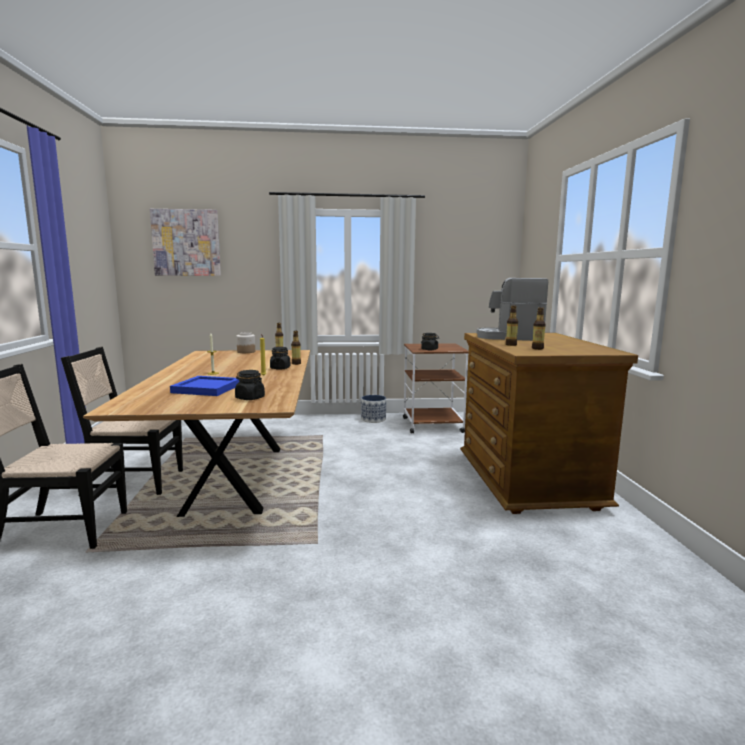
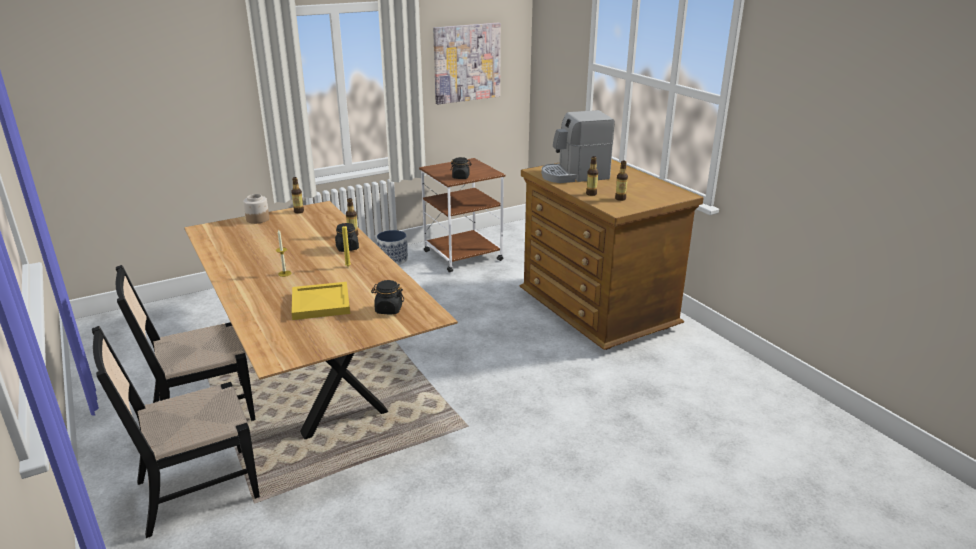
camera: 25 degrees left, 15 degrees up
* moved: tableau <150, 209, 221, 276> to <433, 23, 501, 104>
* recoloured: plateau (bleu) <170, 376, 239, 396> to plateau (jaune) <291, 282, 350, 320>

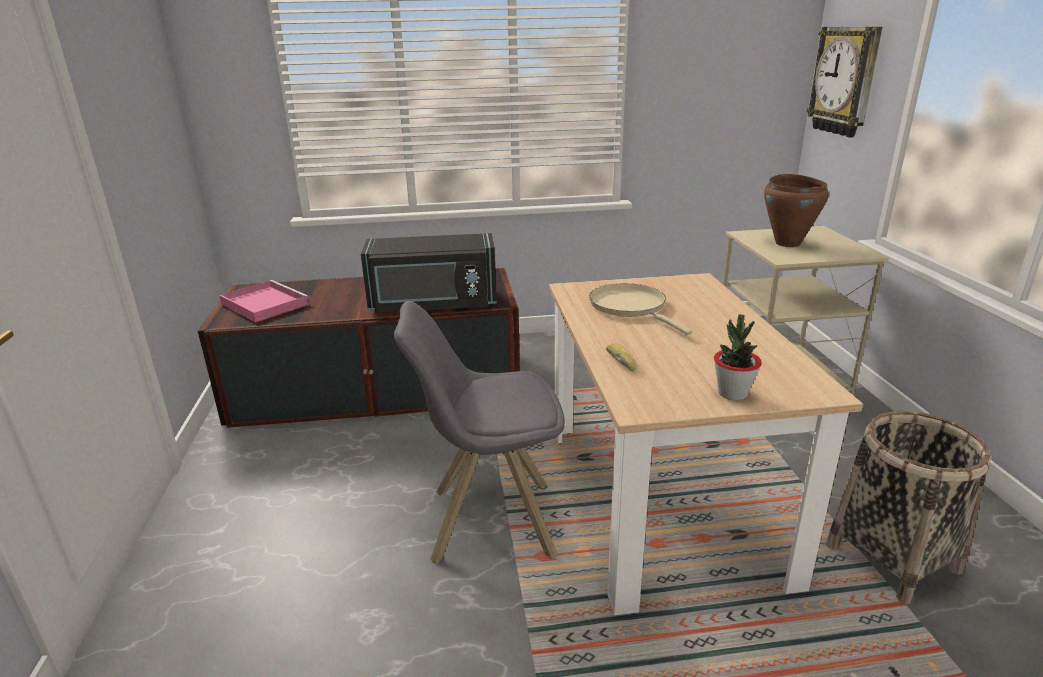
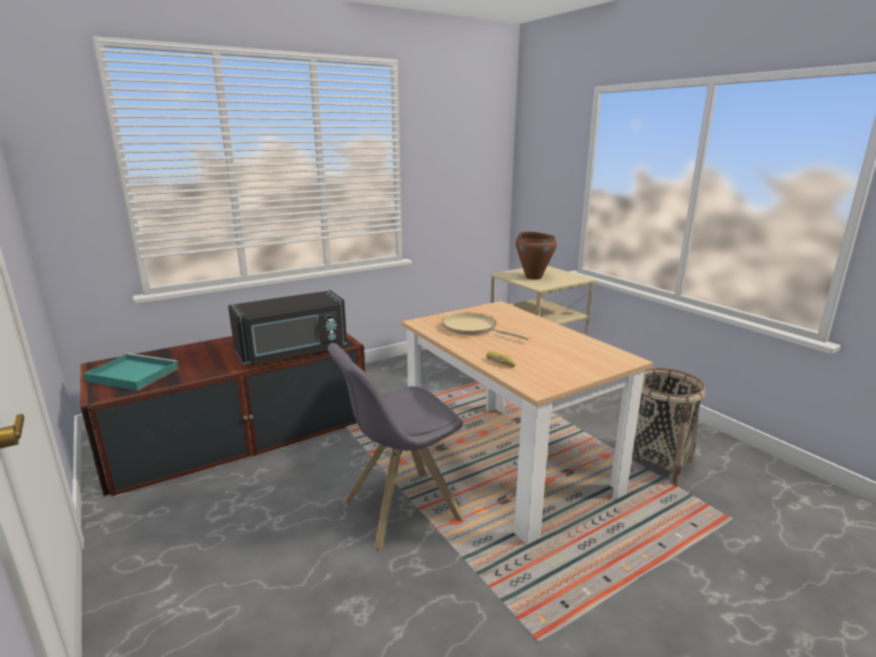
camera: 25 degrees left, 5 degrees down
* recoloured: plateau (rose) <219, 280, 310, 322> to plateau (turquoise) <83, 353, 179, 391>
* removed: plante en pot <714, 315, 762, 400>
* removed: horloge murale <807, 27, 882, 137>

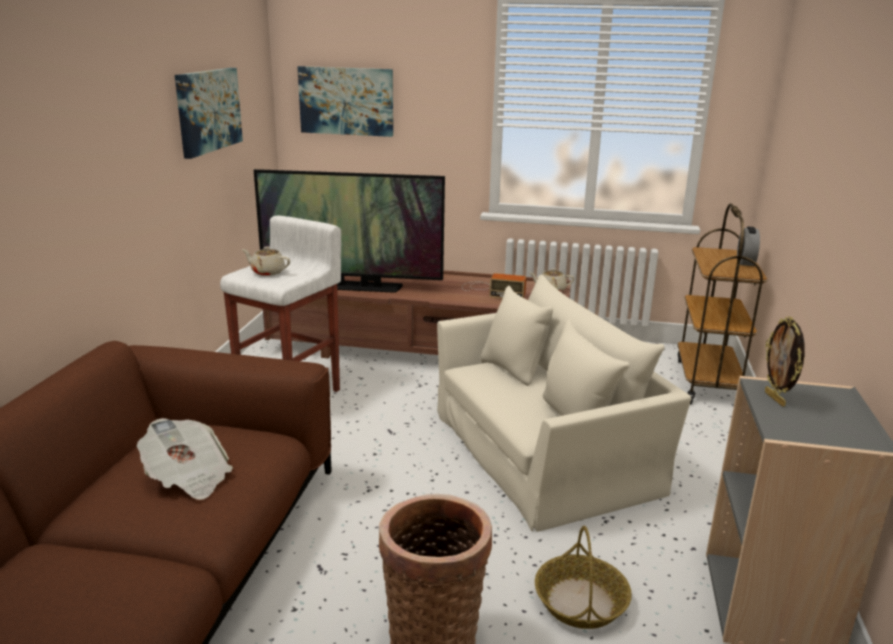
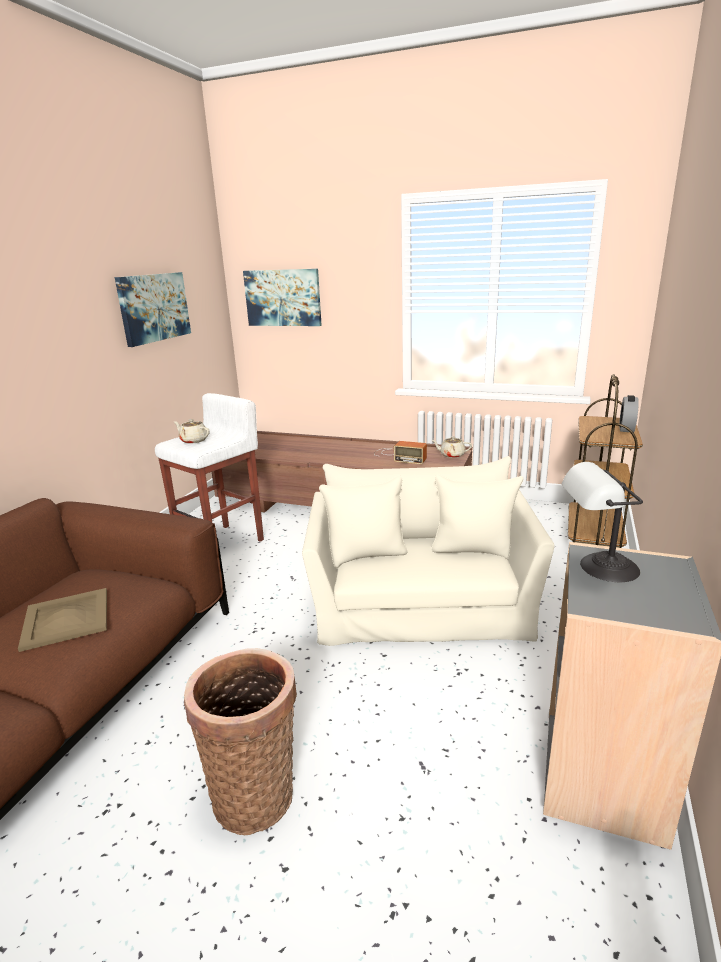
camera: 10 degrees right, 0 degrees up
* replaced: journal <137, 418, 233, 500> to plateau (beige) <18, 588, 107, 652>
* removed: téléviseur <254, 169, 445, 293>
* turned: fauteuil (beige) <437, 275, 692, 532> = <302, 456, 555, 646> 75 degrees counterclockwise
* removed: panier <535, 526, 632, 629>
* replaced: cadre photo <765, 316, 805, 407> to lampe de table <562, 462, 643, 582>

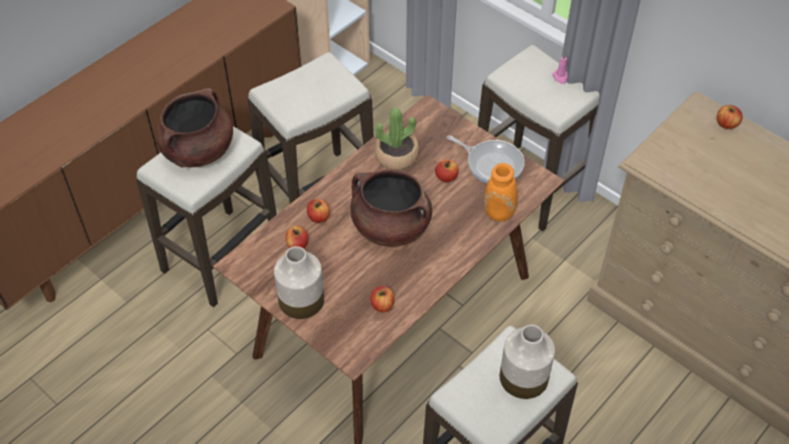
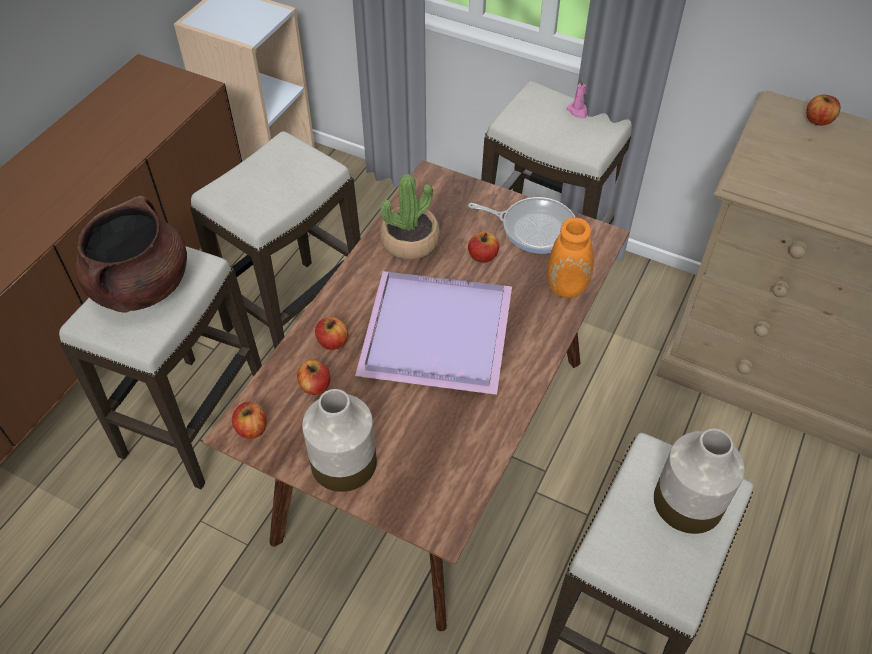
camera: 15 degrees left, 0 degrees up
* replaced: marmite (marron) <350, 169, 432, 247> to plateau (violet) <355, 271, 512, 395>
* moved: pomme <370, 286, 394, 312> to <232, 402, 267, 439>

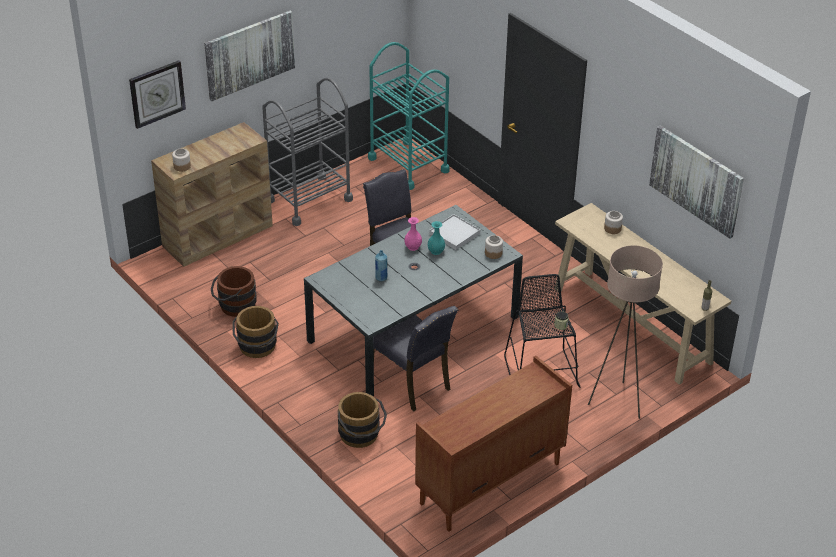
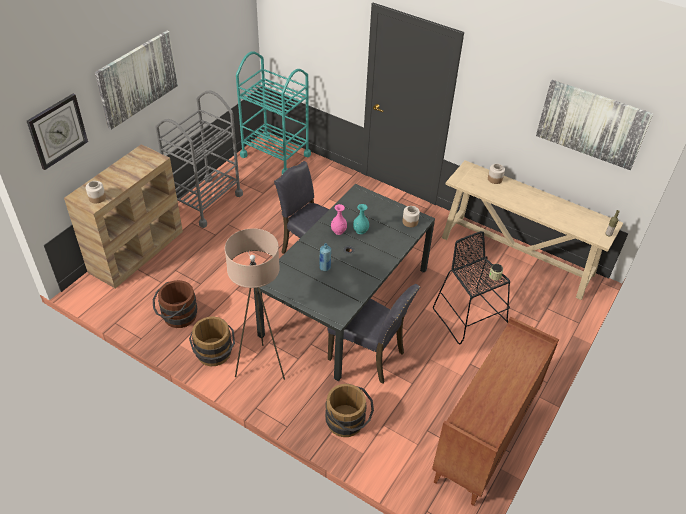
camera: 20 degrees left, 5 degrees up
* removed: plateau (blanc) <429, 214, 480, 250>
* moved: lampadaire (beige) <588, 246, 663, 419> to <225, 228, 285, 380>

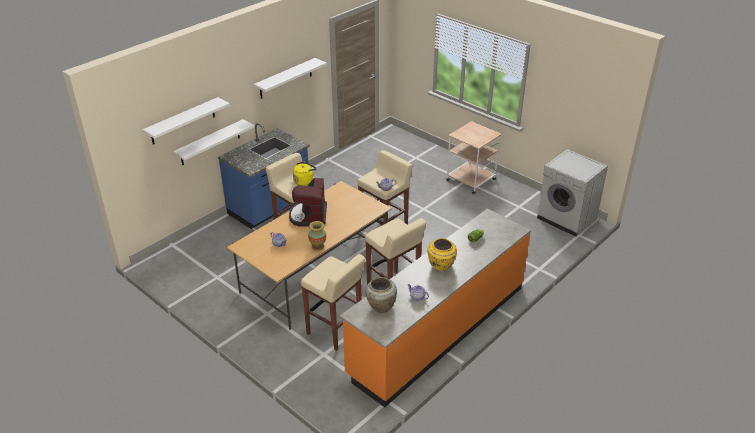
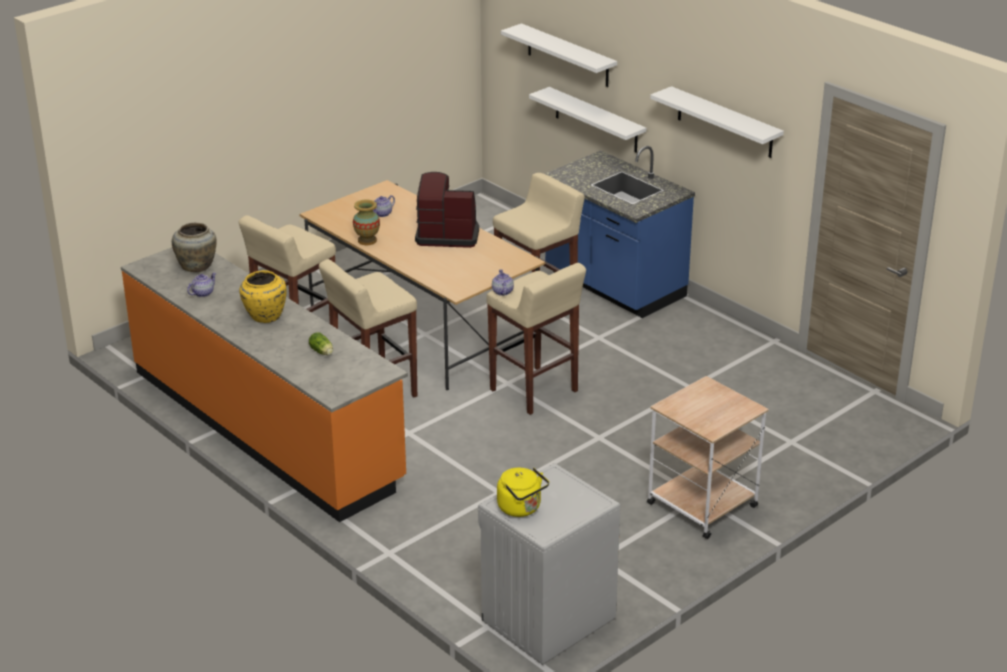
camera: 95 degrees right, 5 degrees down
* moved: bouilloire (jaune) <293, 161, 317, 186> to <497, 468, 549, 517>

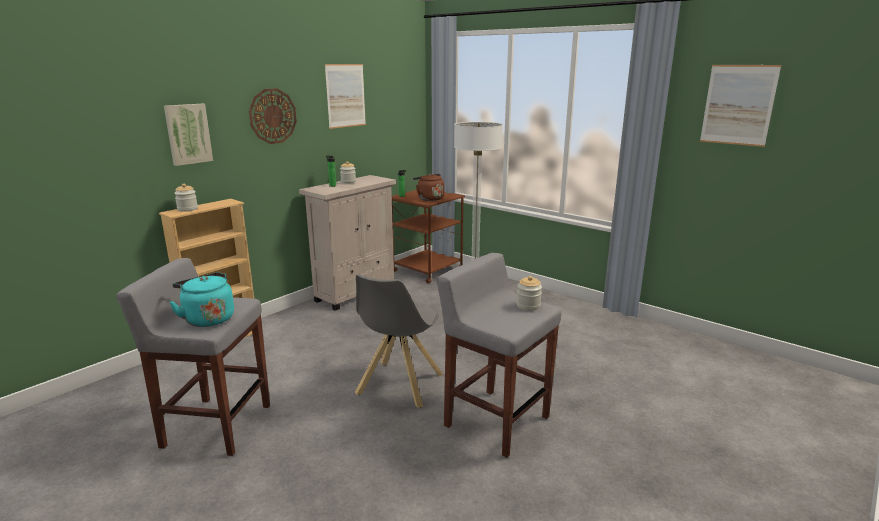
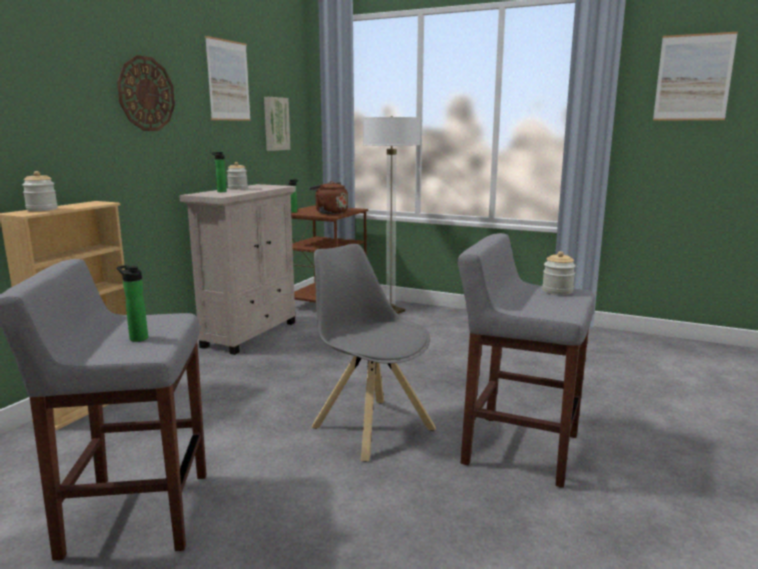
camera: 15 degrees left, 5 degrees down
* moved: tableau <164, 104, 213, 166> to <264, 97, 290, 151>
* replaced: bouilloire (turquoise) <169, 272, 234, 327> to bouteille <117, 265, 148, 342>
* turned: chaise (gris) <355, 274, 443, 408> = <312, 244, 436, 462> 135 degrees clockwise

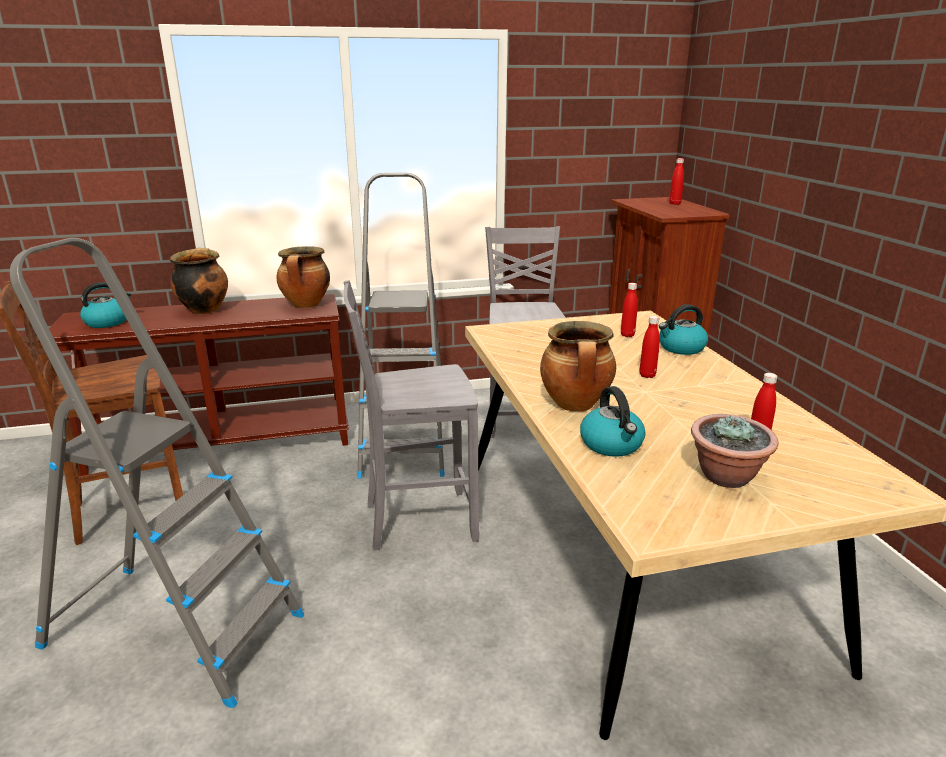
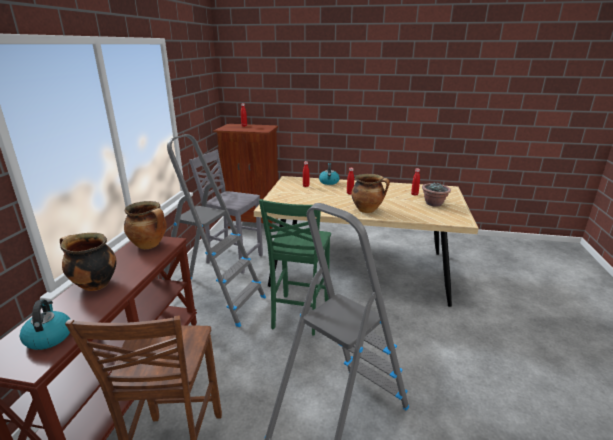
camera: 65 degrees left, 0 degrees up
* recoloured: chaise (gris) <343, 280, 479, 551> to chaise (vert) <259, 199, 331, 336>
* removed: bouilloire <580, 386, 645, 457>

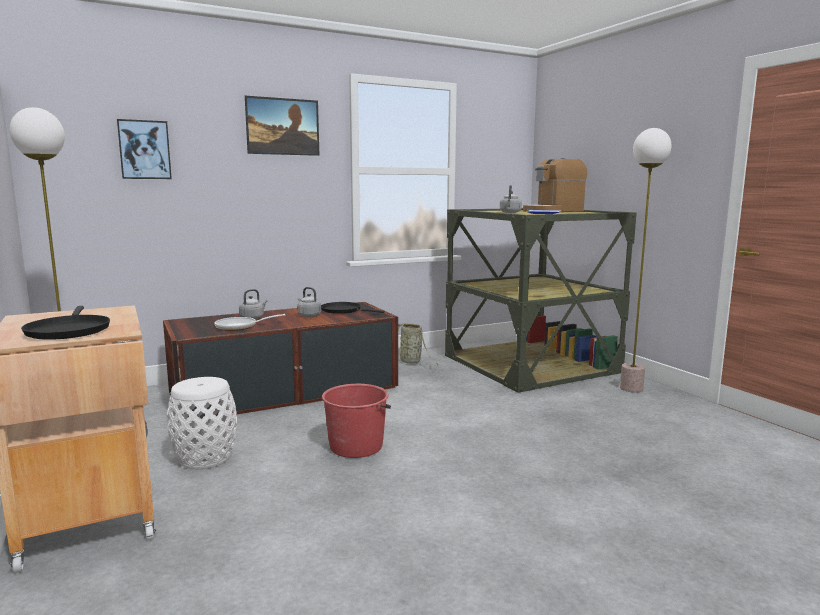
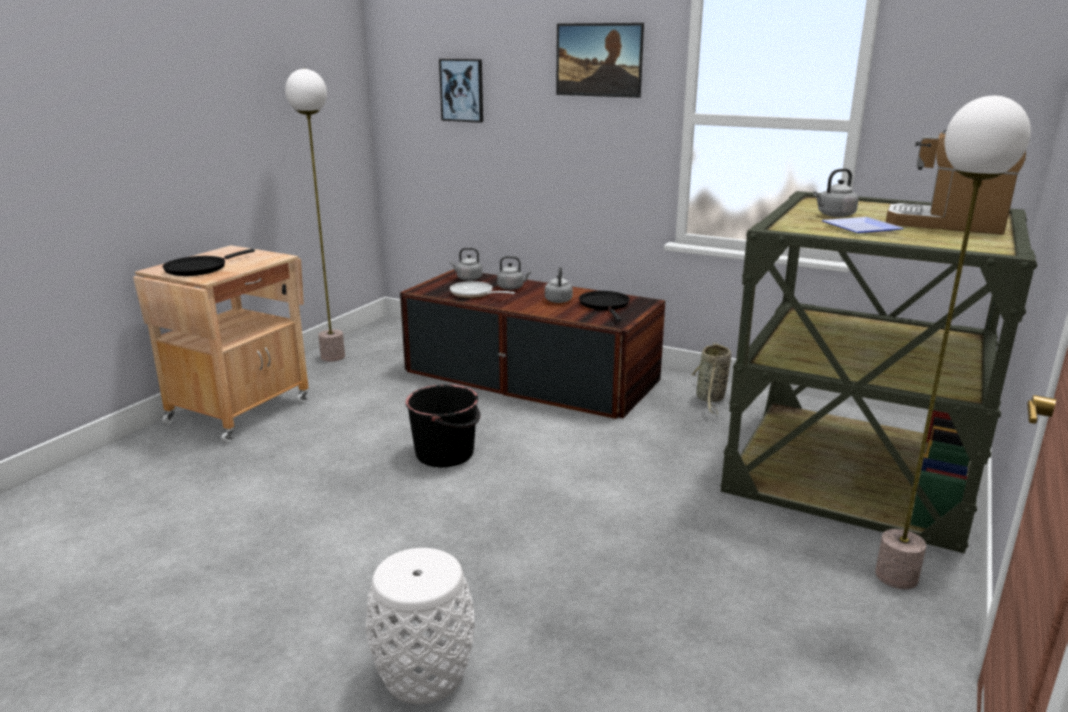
camera: 55 degrees right, 10 degrees up
* moved: tabouret (blanc) <167, 377, 237, 469> to <366, 548, 475, 704>
* recoloured: seau (rouge) <322, 384, 391, 458> to seau (noir) <405, 384, 481, 467>
* added: bouilloire (gris) <450, 248, 482, 281>

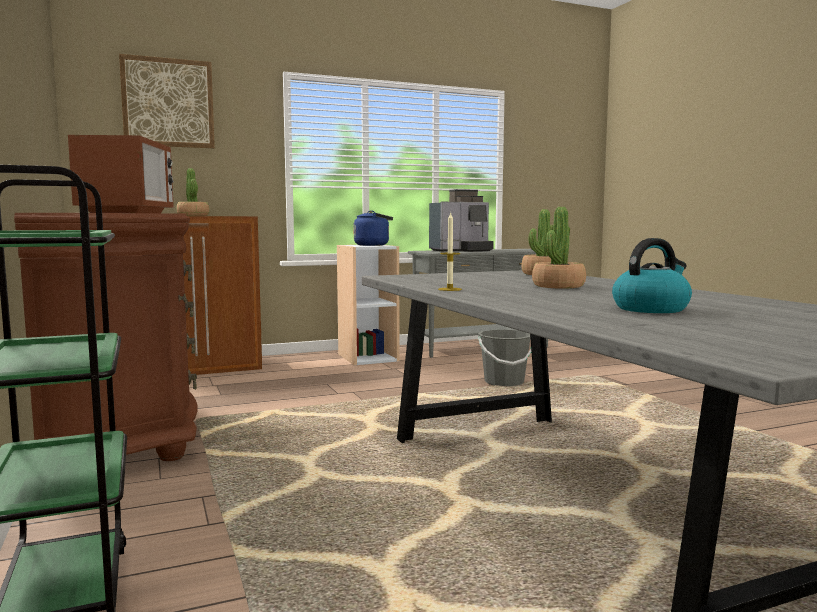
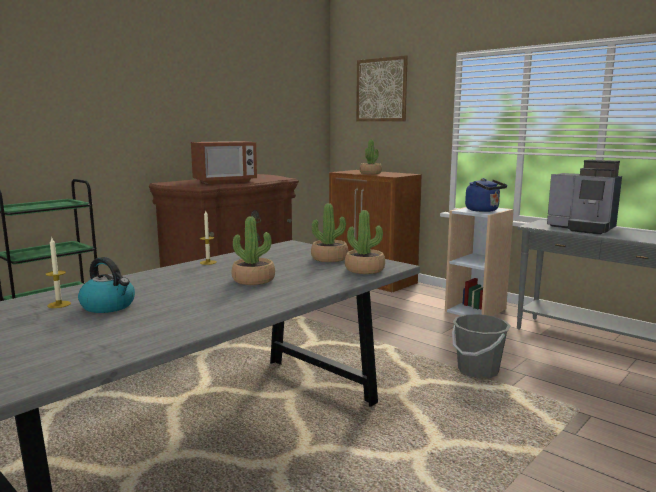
camera: 65 degrees right, 5 degrees up
* added: bougie <45, 238, 71, 308>
* added: plante en pot <311, 204, 348, 262>

